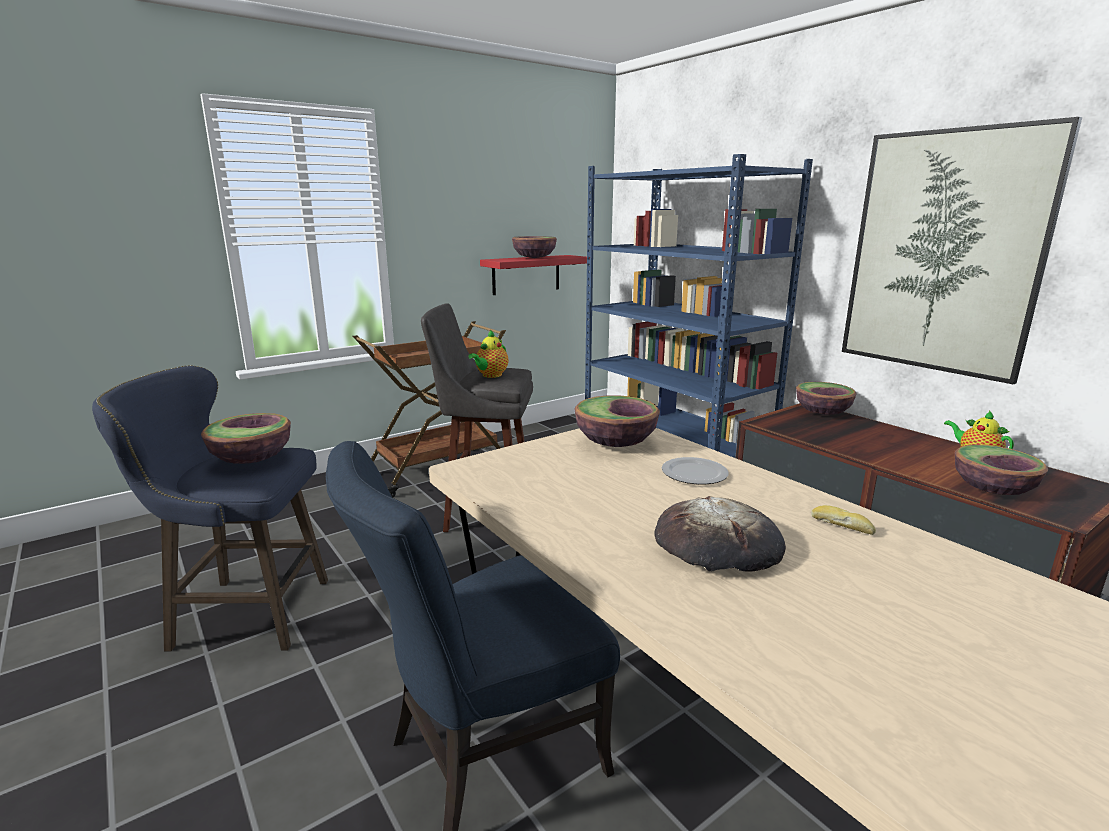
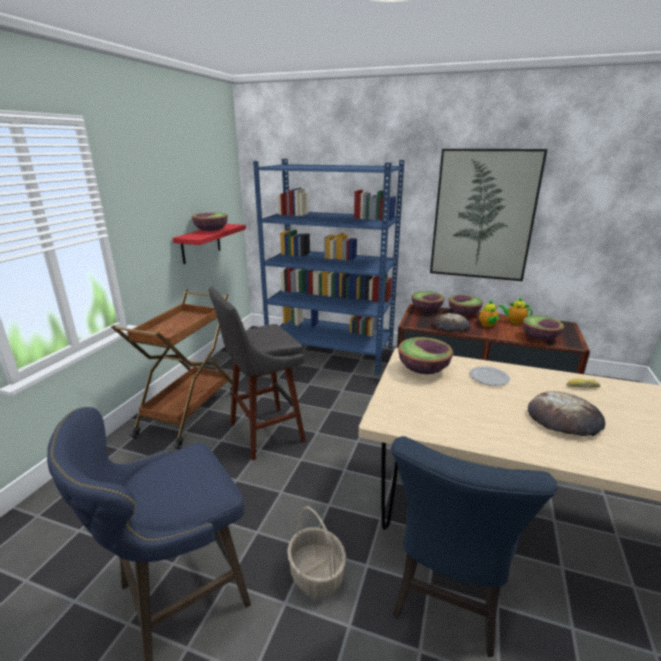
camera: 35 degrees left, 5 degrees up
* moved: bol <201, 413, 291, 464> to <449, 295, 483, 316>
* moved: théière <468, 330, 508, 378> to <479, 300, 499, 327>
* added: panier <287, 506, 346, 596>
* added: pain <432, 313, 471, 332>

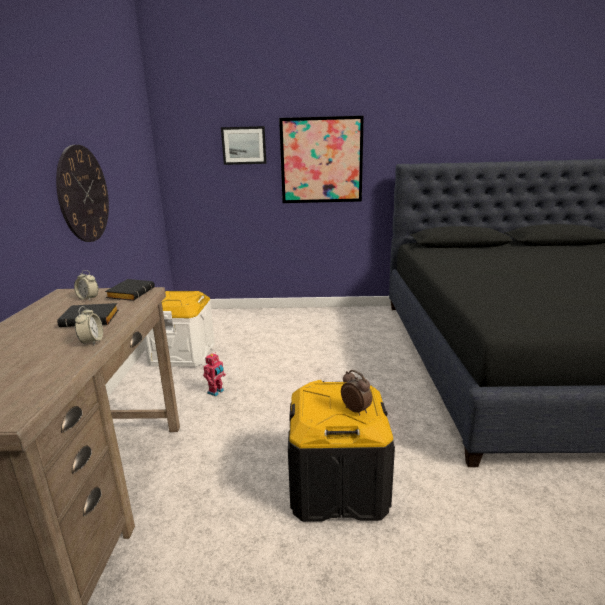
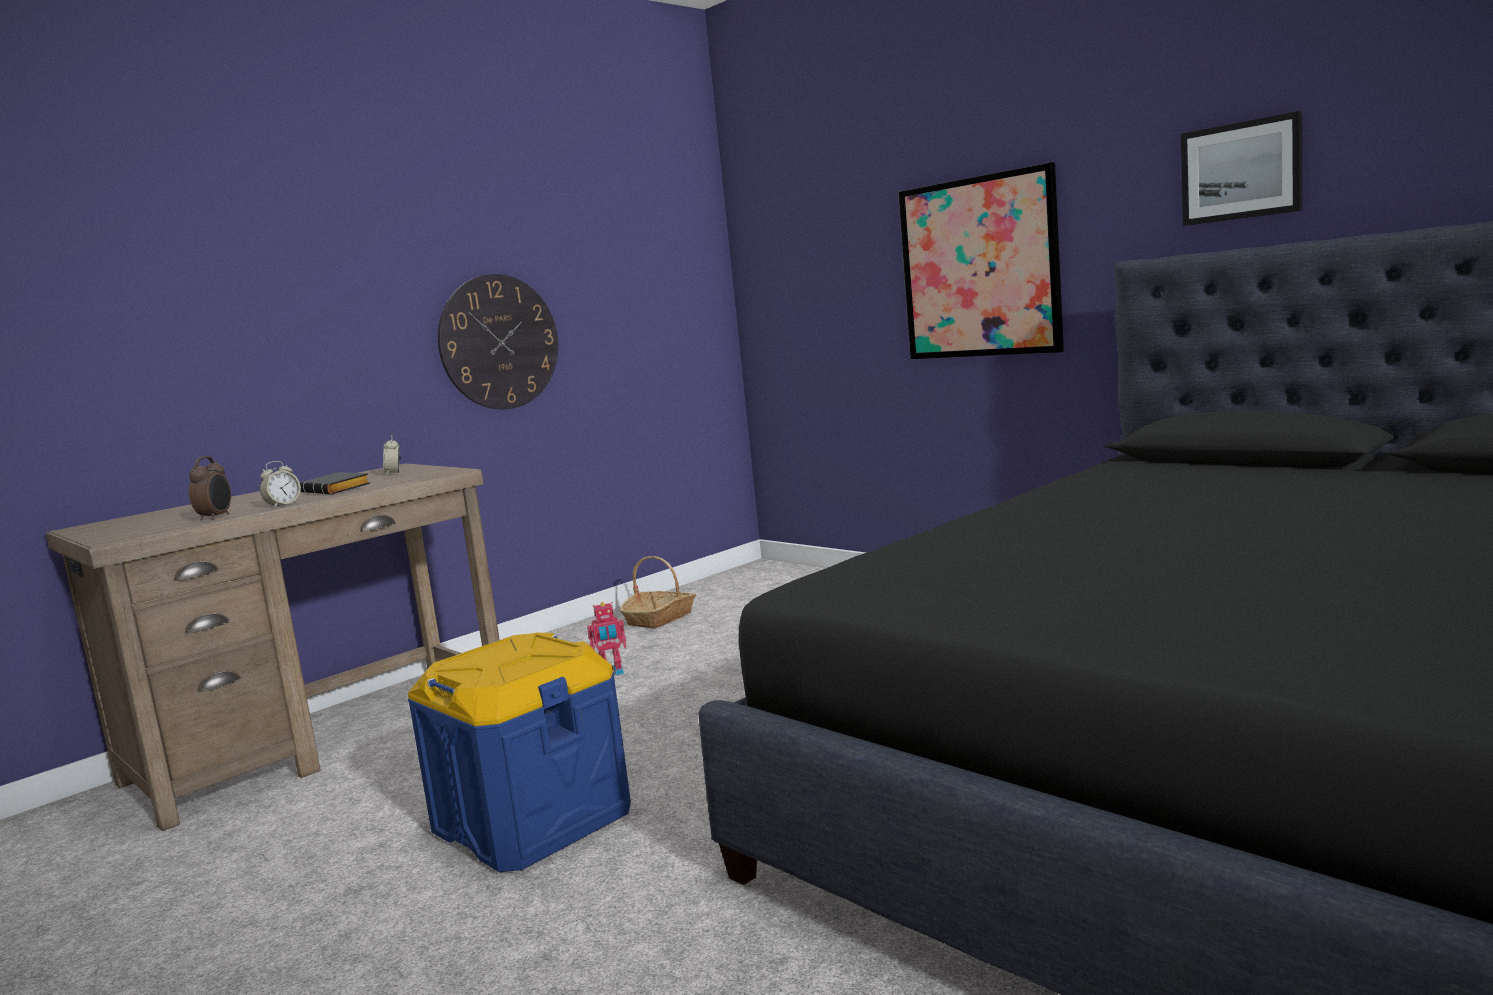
camera: 45 degrees right, 10 degrees down
* removed: livre (noir) <105, 279, 155, 301>
* replaced: boîte de rangement (blanc) <144, 291, 215, 367> to panier <619, 556, 696, 629>
* moved: tableau <221, 126, 266, 165> to <1181, 111, 1302, 226>
* recoloured: boîte de rangement (noir) <288, 380, 395, 522> to boîte de rangement (bleu) <408, 633, 631, 872>
* moved: réveil <341, 370, 372, 416> to <189, 456, 231, 520>

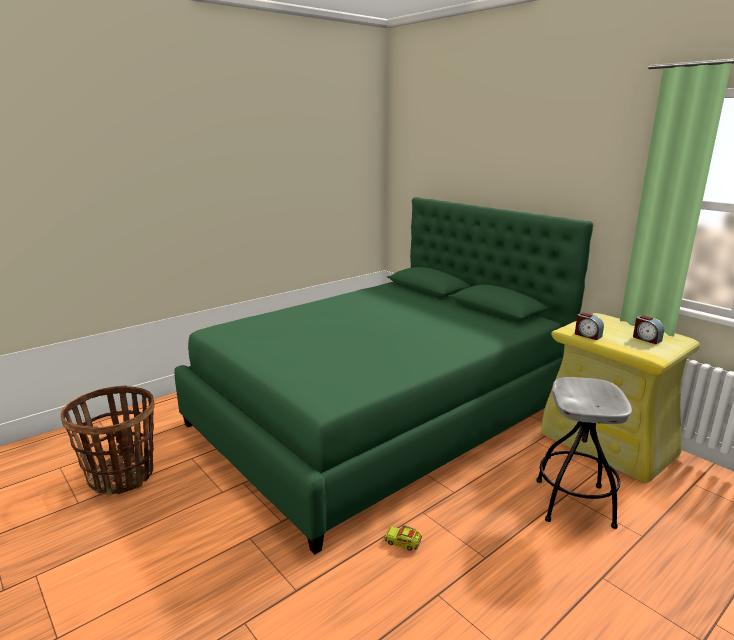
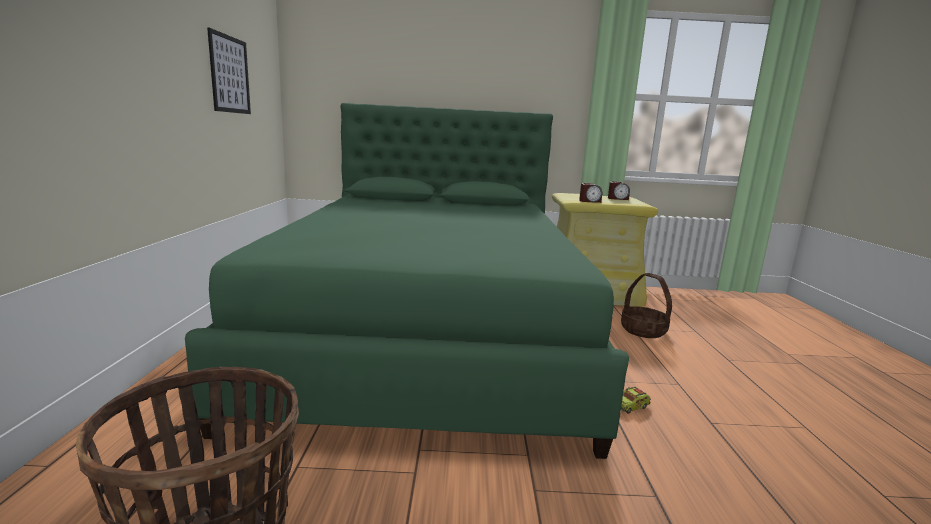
camera: 50 degrees left, 5 degrees down
* replaced: tabouret (gris) <536, 377, 632, 529> to panier <621, 273, 672, 338>
* added: tableau <207, 28, 251, 114>

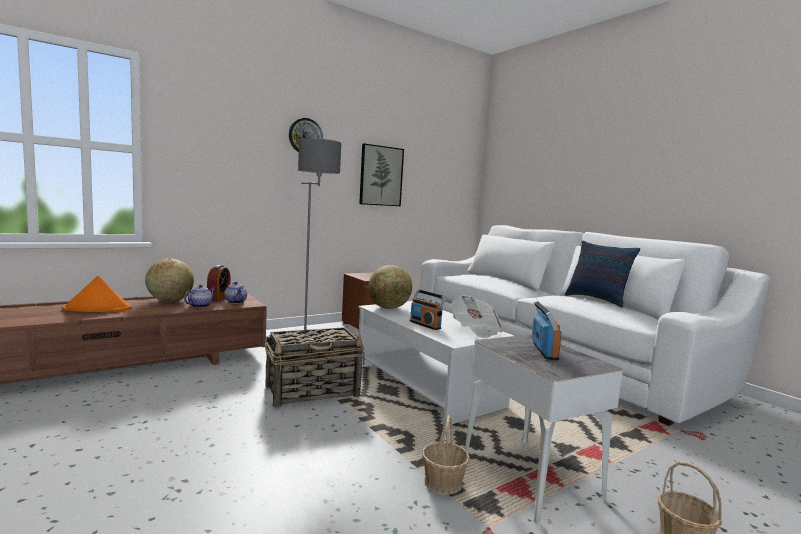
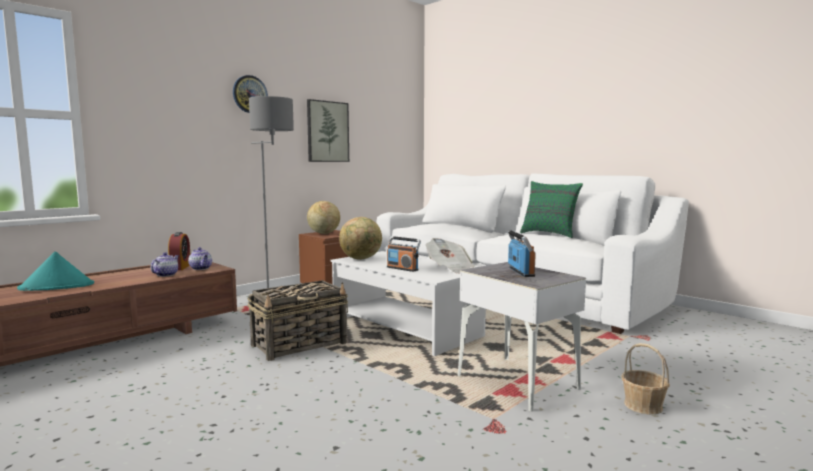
camera: 10 degrees left, 0 degrees up
* recoloured: chapeau (orange) <62, 276, 132, 312> to chapeau (turquoise) <17, 251, 94, 291>
* moved: globe <145, 258, 194, 302> to <307, 201, 340, 234>
* removed: panier <422, 415, 470, 495>
* recoloured: coussin (bleu) <565, 241, 640, 307> to coussin (vert) <520, 181, 583, 238>

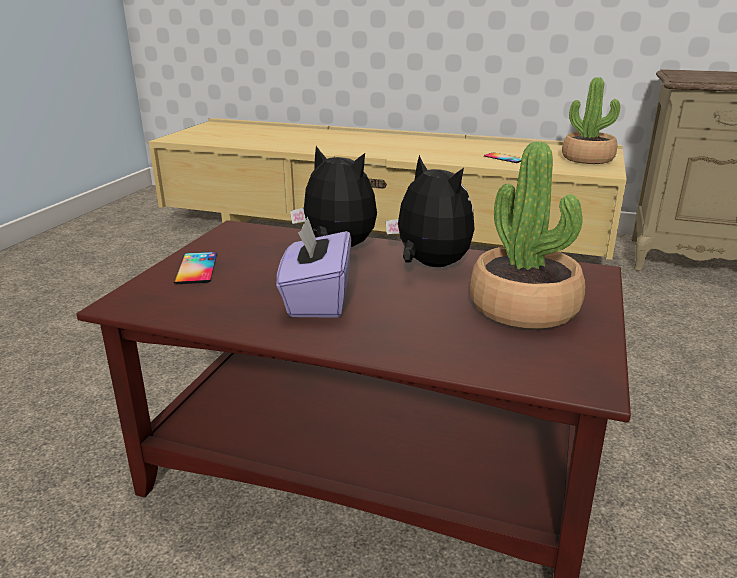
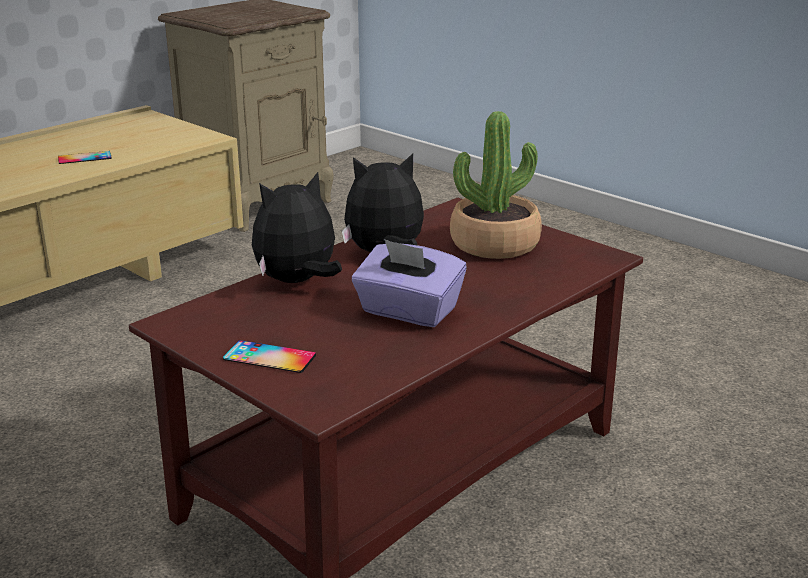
camera: 65 degrees left, 0 degrees up
* removed: plante en pot <562, 77, 620, 164>

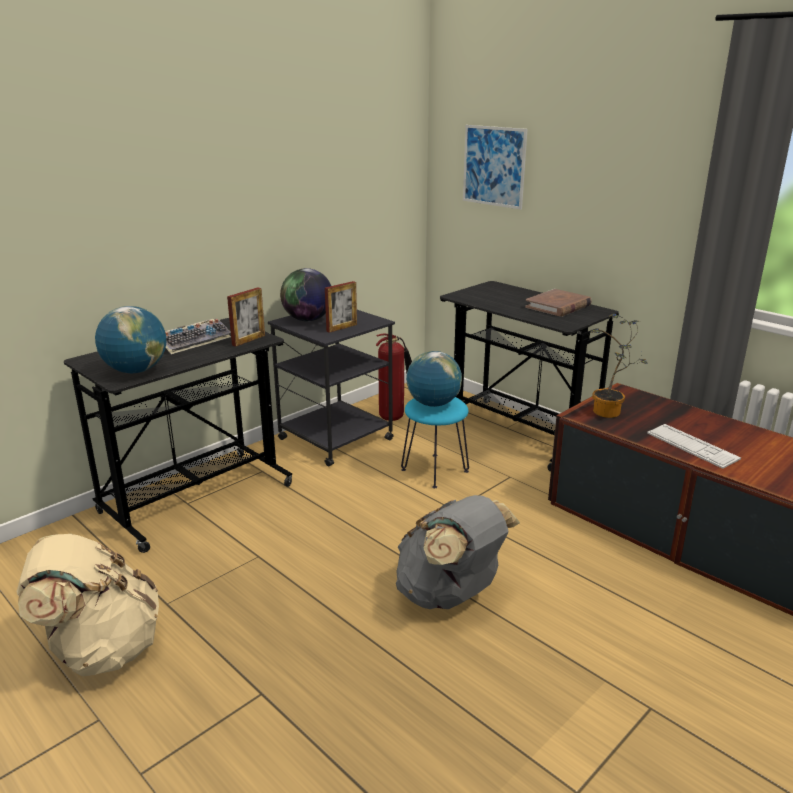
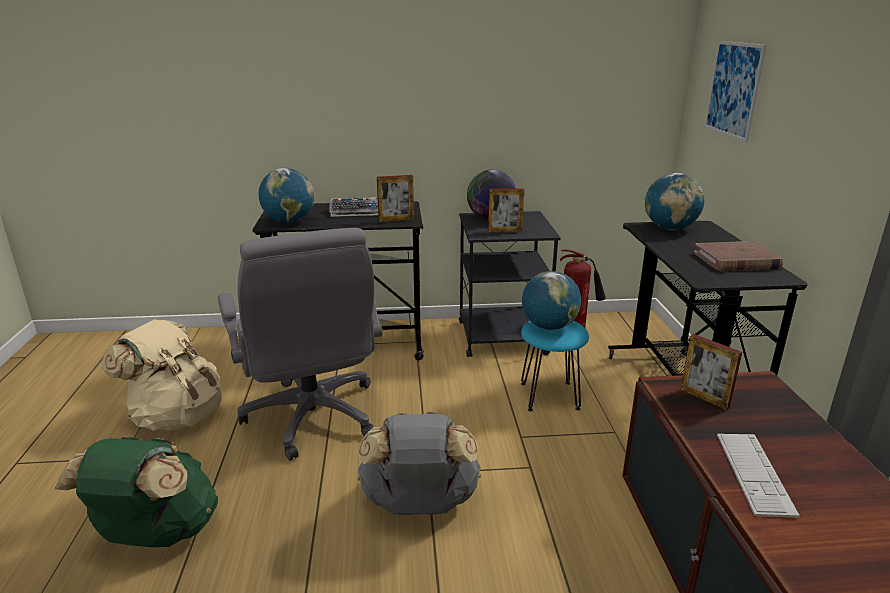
camera: 40 degrees right, 0 degrees up
* replaced: plante en pot <590, 314, 648, 418> to cadre photo <680, 334, 742, 410>
* added: sac à dos (vert) <55, 436, 218, 547>
* added: chaise de bureau (gris) <218, 228, 382, 461>
* added: globe <644, 173, 705, 230>

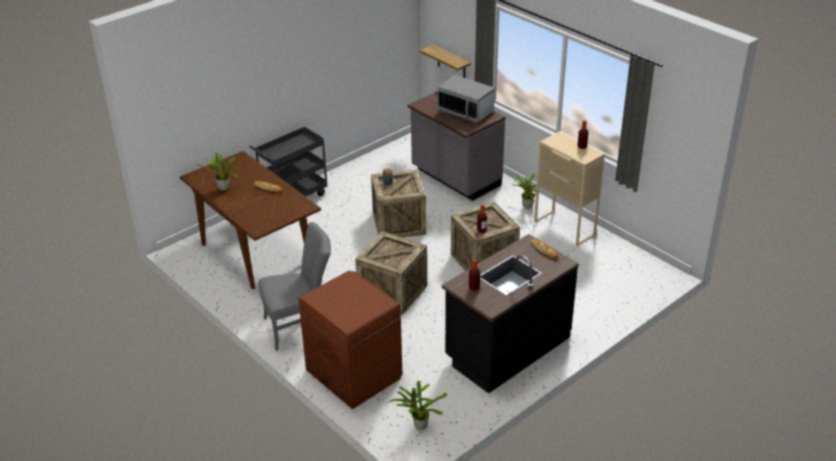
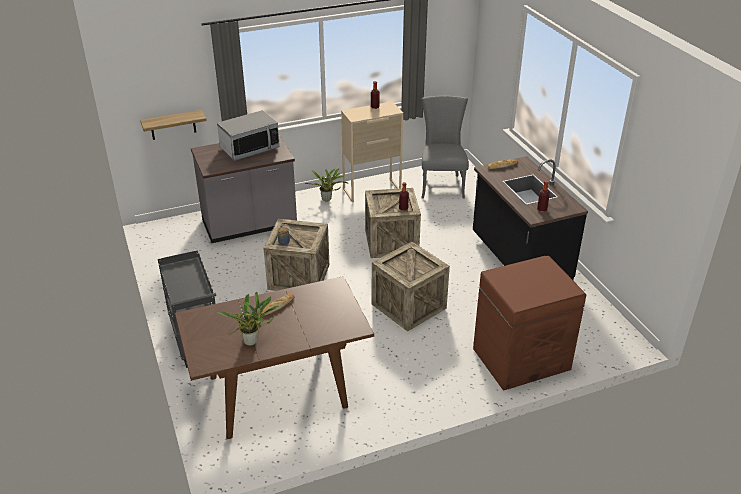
camera: 70 degrees left, 0 degrees up
* moved: chaise (gris) <259, 222, 331, 351> to <421, 96, 469, 199>
* removed: plante en pot <389, 381, 447, 430>

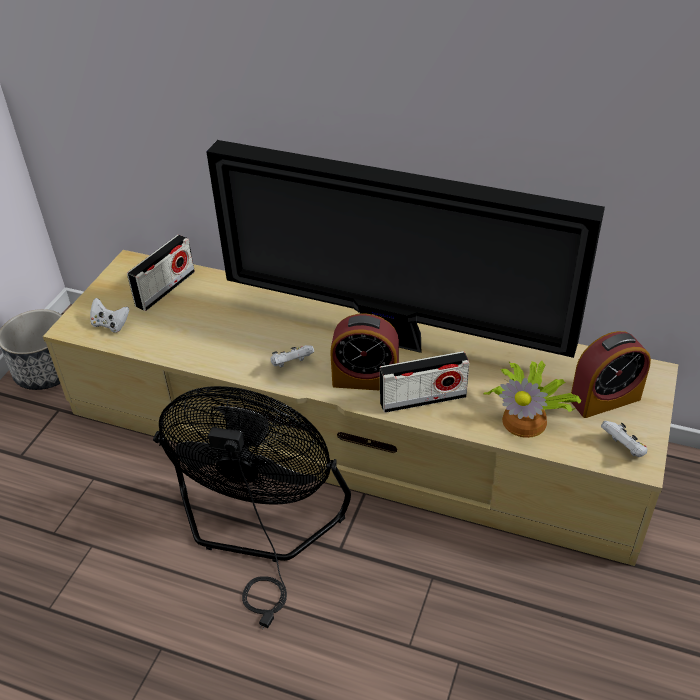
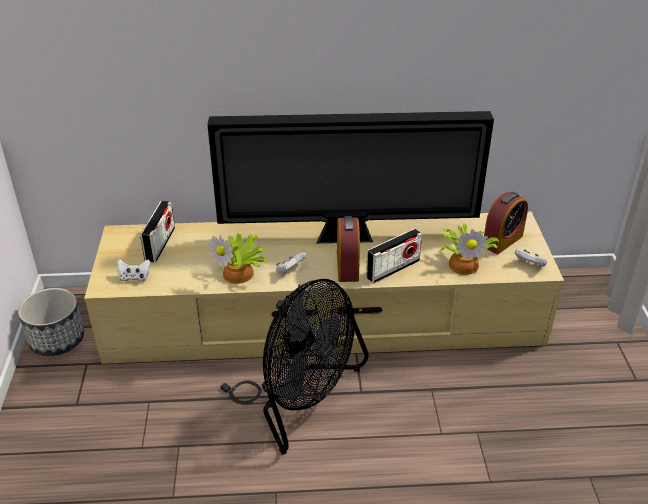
camera: 25 degrees left, 5 degrees down
* turned: ventilateur (noir) <153, 386, 351, 629> = <221, 279, 369, 455> 135 degrees clockwise
* turned: réveil <330, 313, 399, 391> = <337, 216, 360, 282> 75 degrees counterclockwise
* added: plante en pot <208, 234, 269, 284>

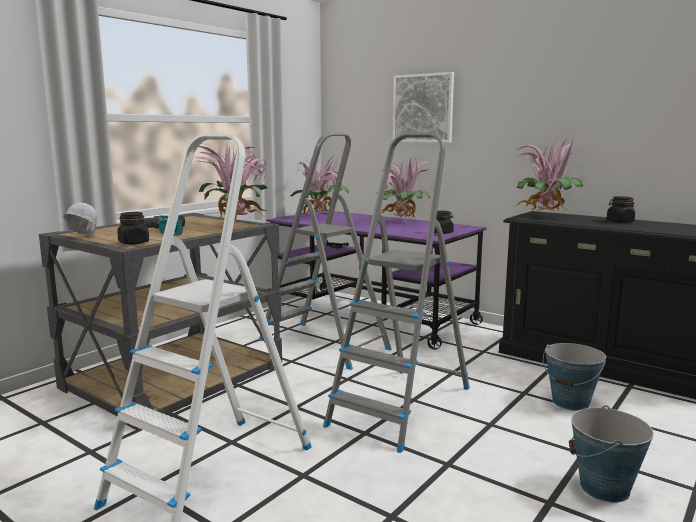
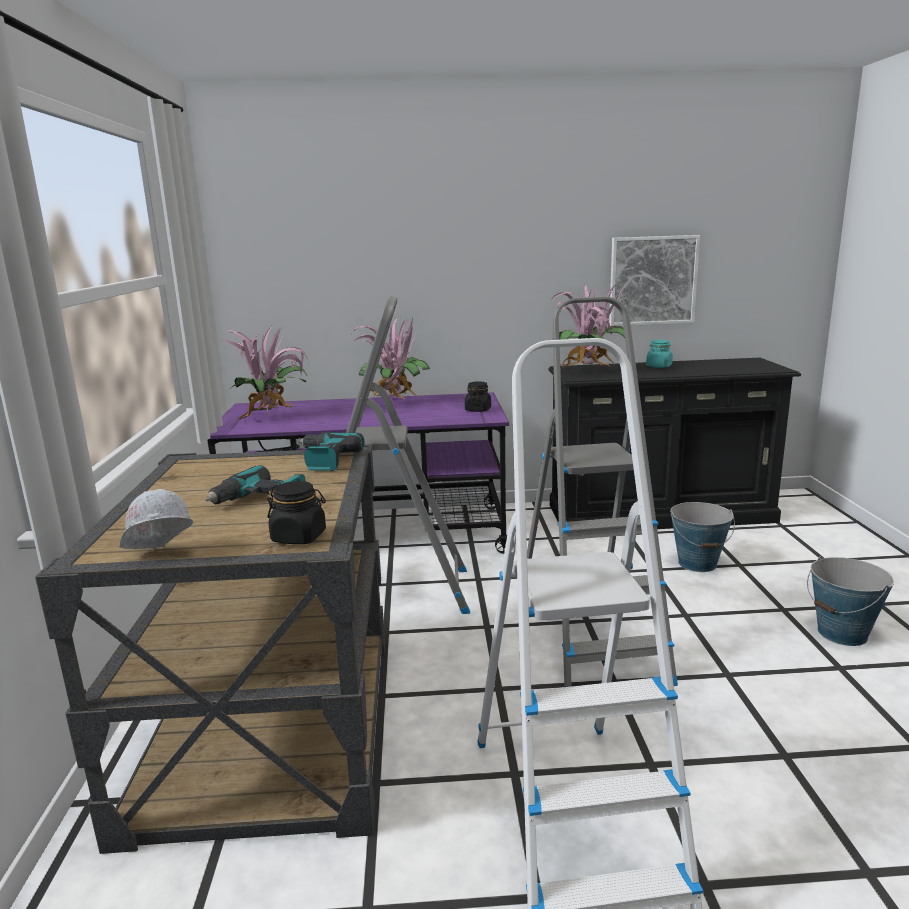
camera: 40 degrees left, 5 degrees up
* replaced: plante en pot <195, 140, 267, 222> to perceuse <297, 432, 364, 471>
* moved: tableau <392, 72, 454, 143> to <609, 235, 700, 326>
* recoloured: bocal (noir) <606, 196, 635, 223> to bocal (turquoise) <646, 340, 673, 368>

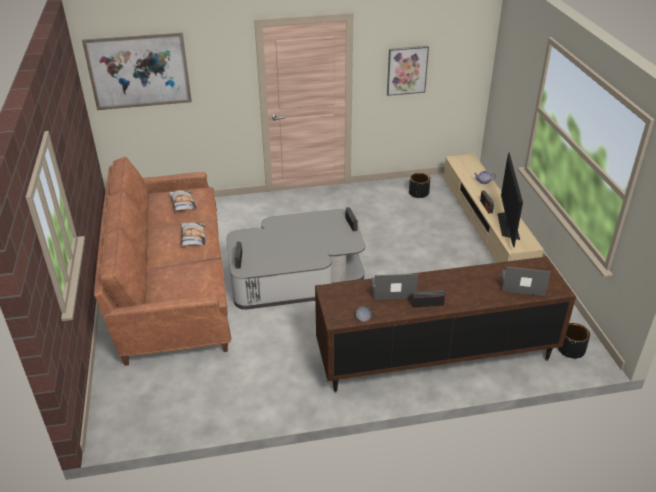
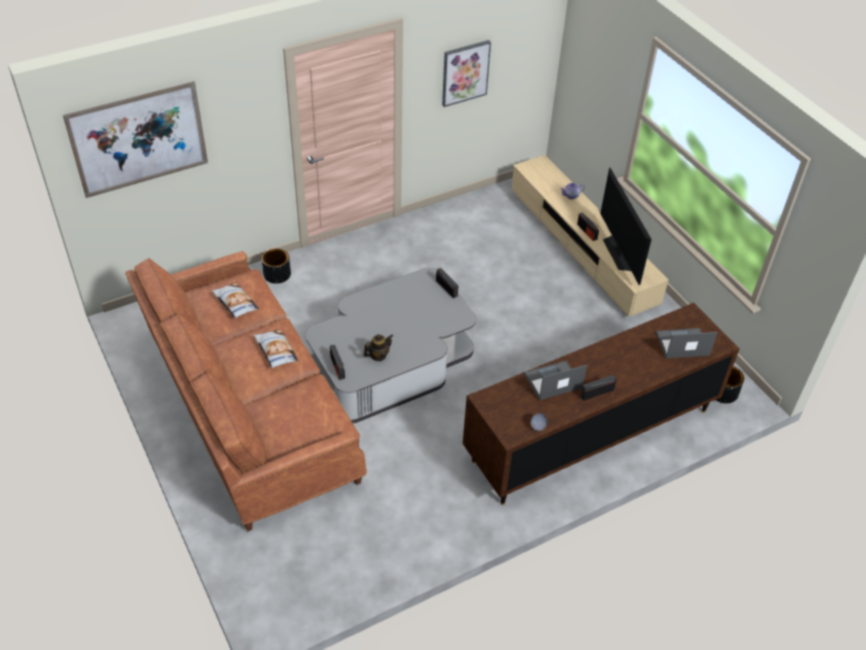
camera: 20 degrees left, 10 degrees up
* moved: cache-pot (noir) <409, 173, 430, 198> to <262, 249, 291, 284>
* added: théière <363, 334, 393, 361>

